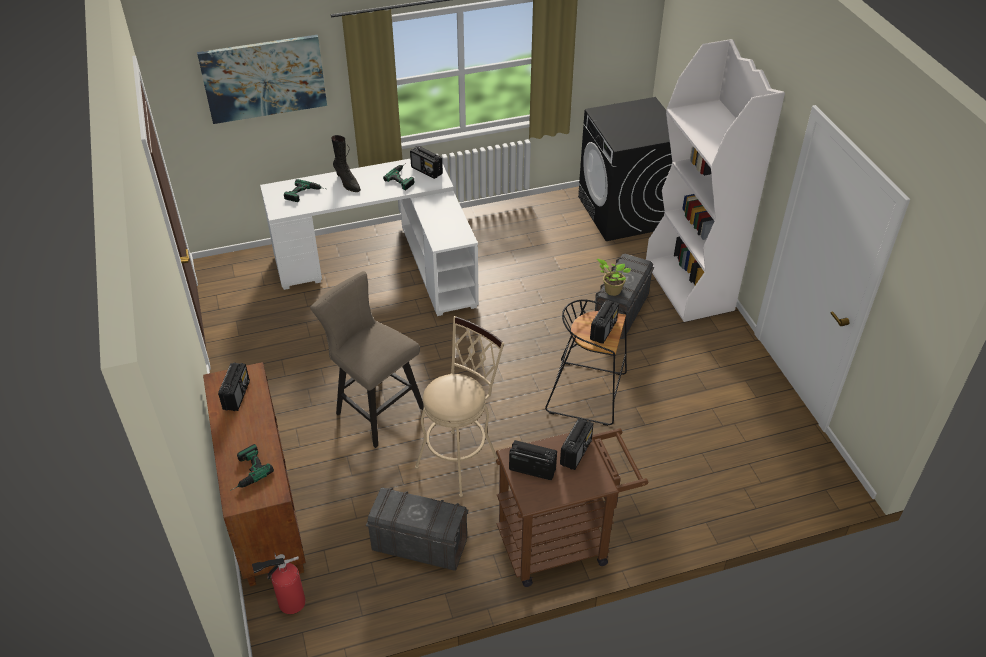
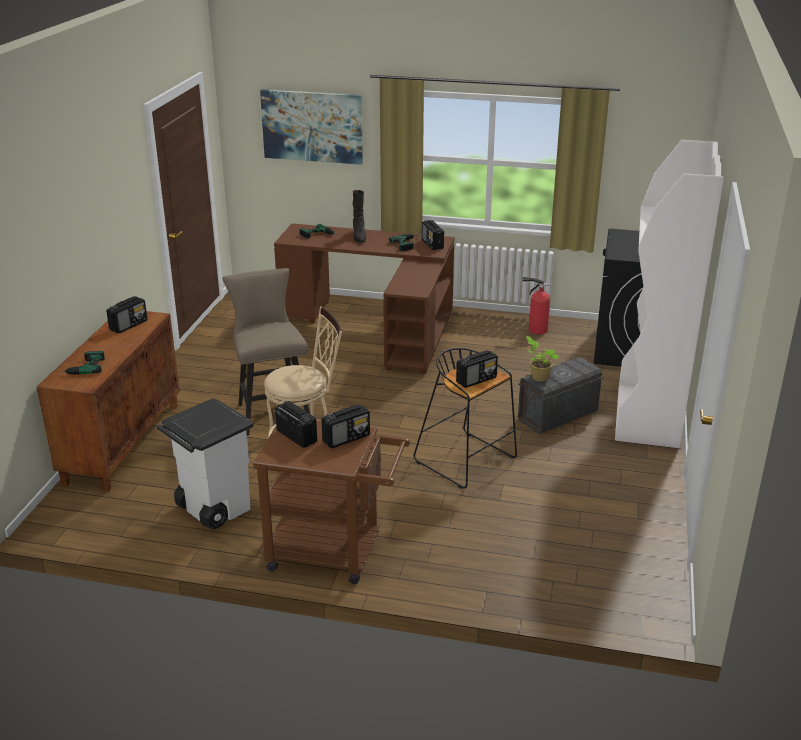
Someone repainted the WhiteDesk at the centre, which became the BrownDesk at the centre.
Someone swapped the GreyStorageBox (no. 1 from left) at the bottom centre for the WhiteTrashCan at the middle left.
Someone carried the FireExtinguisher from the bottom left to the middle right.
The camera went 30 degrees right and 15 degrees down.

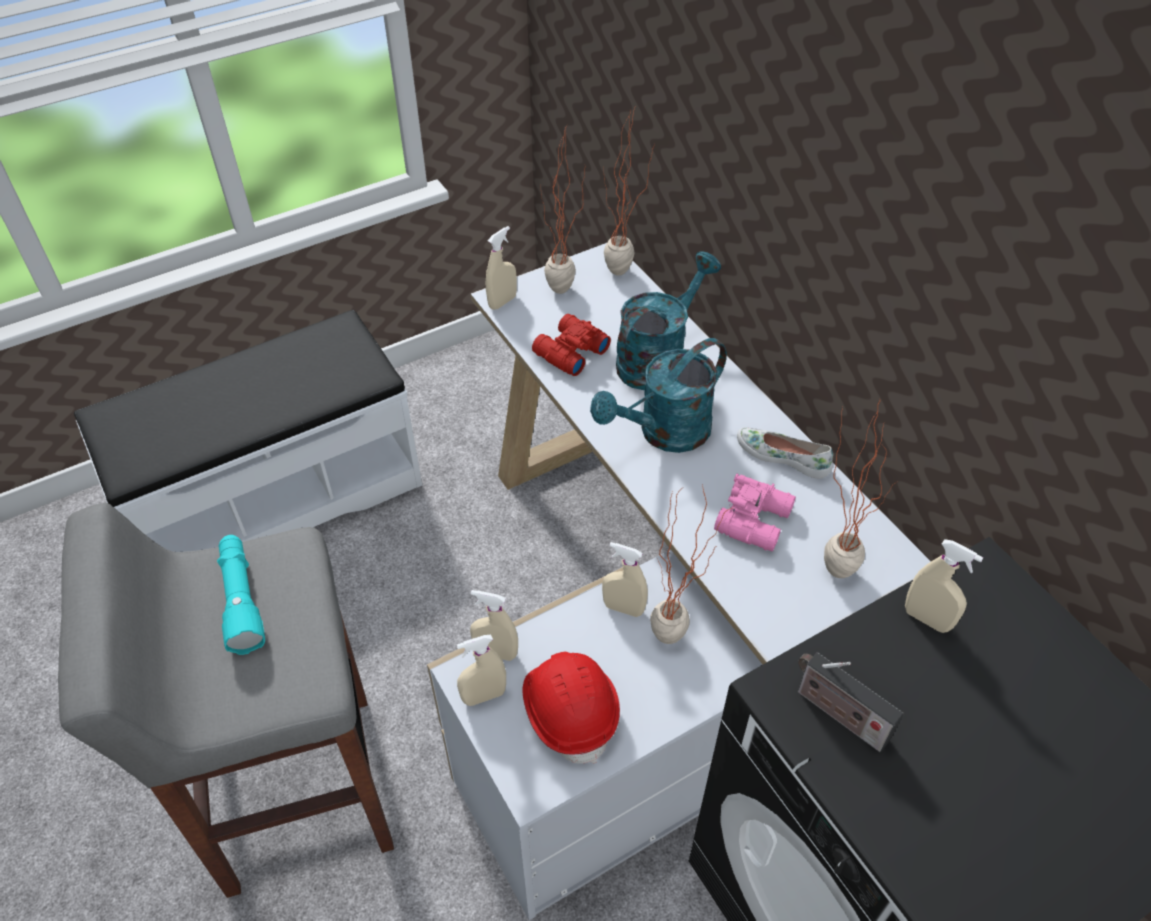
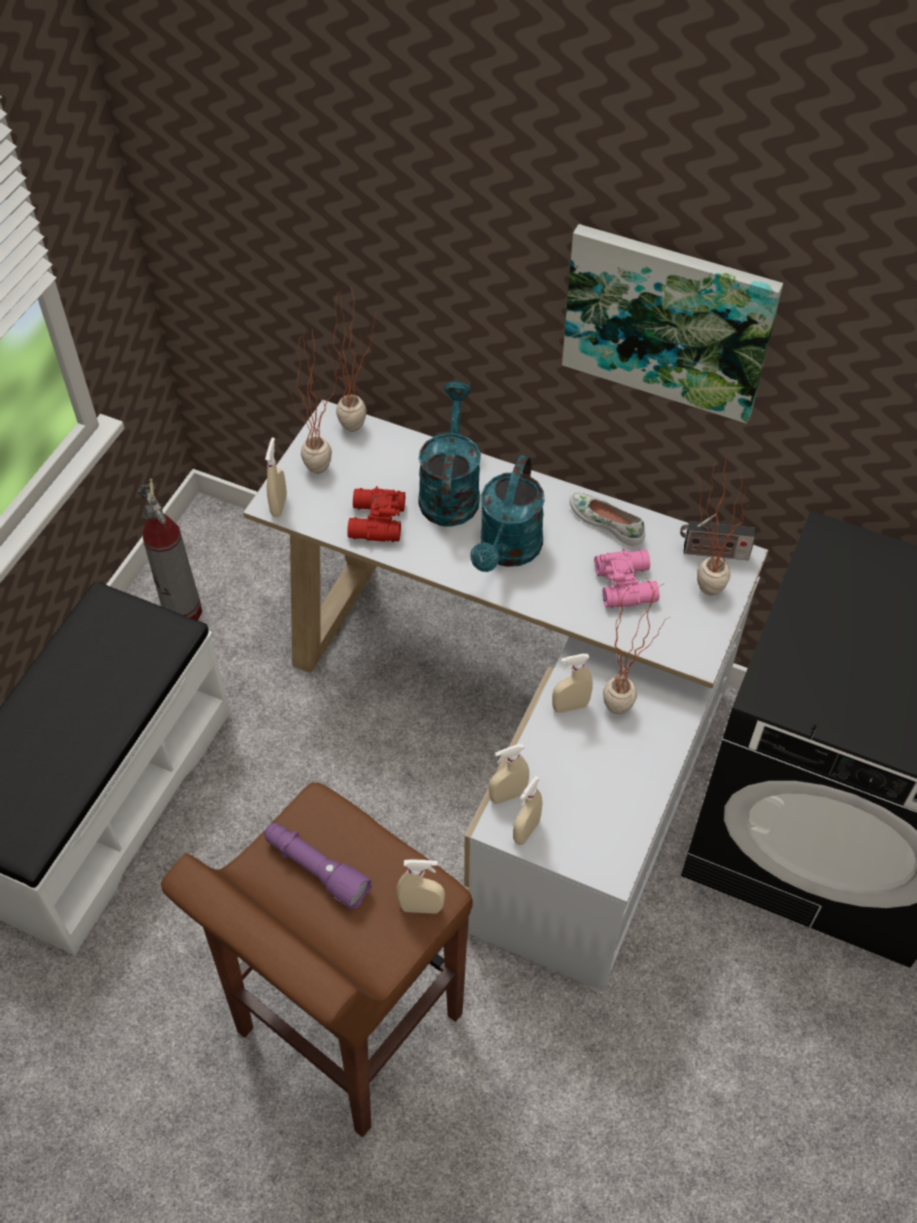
Someone rotated the WhiteShoe at the middle right by 45 degrees clockwise.
Someone repainted the GreyStool at the bottom left, which became the BrownStool at the bottom centre.
Someone repainted the TurquoiseFlashlight at the middle left, which became the PurpleFlashlight at the bottom centre.
Someone carried the BeigeSprayBottle (no. 5 from left in the first image) from the middle right to the bottom centre.
Someone took away the RedHardHat at the bottom centre.
Someone carried the Radio from the bottom right to the middle right.
Someone put up the Picture at the top right.
Someone put down the FireExtinguisher at the middle left.
The camera went 35 degrees left and 5 degrees up.

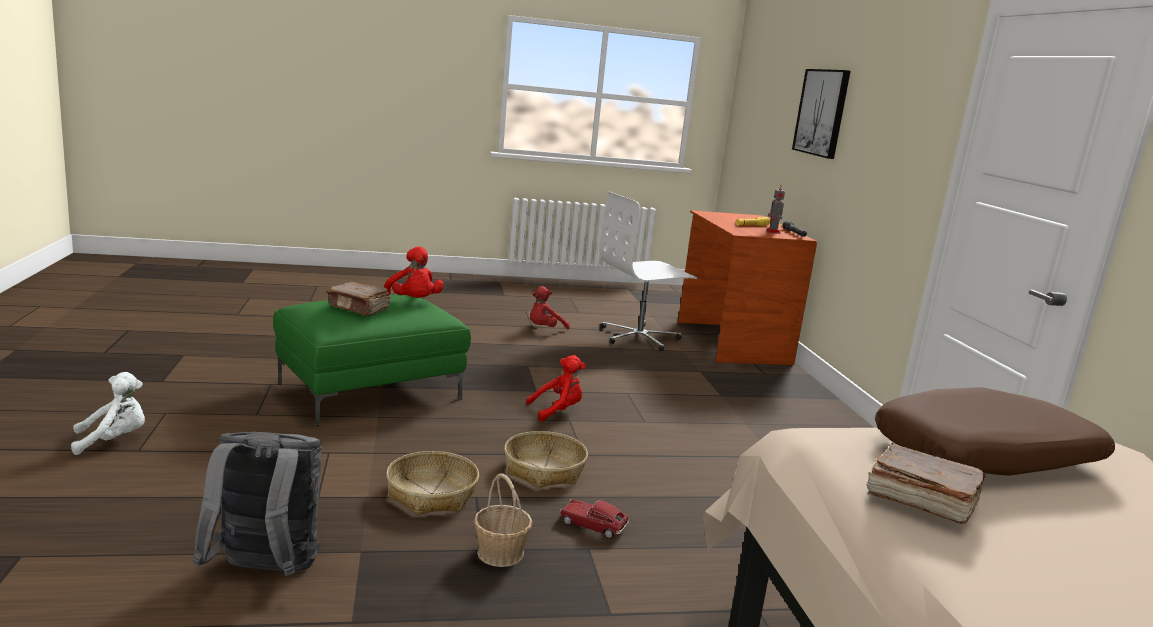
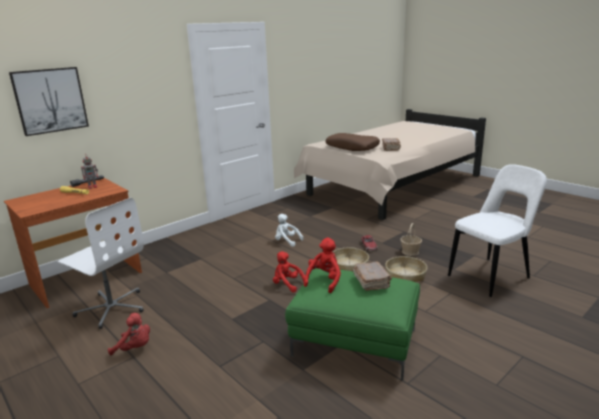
Someone carried the WhitePlushToy from the middle left to the centre.
Someone swapped the GreyBackpack at the bottom left for the WhiteChair at the middle right.
The camera went 120 degrees left and 5 degrees up.

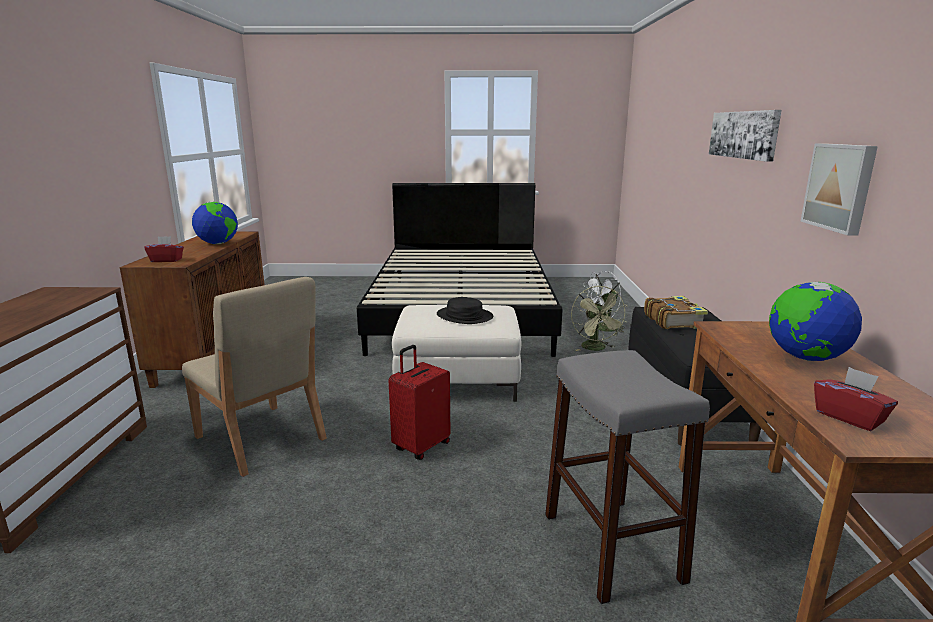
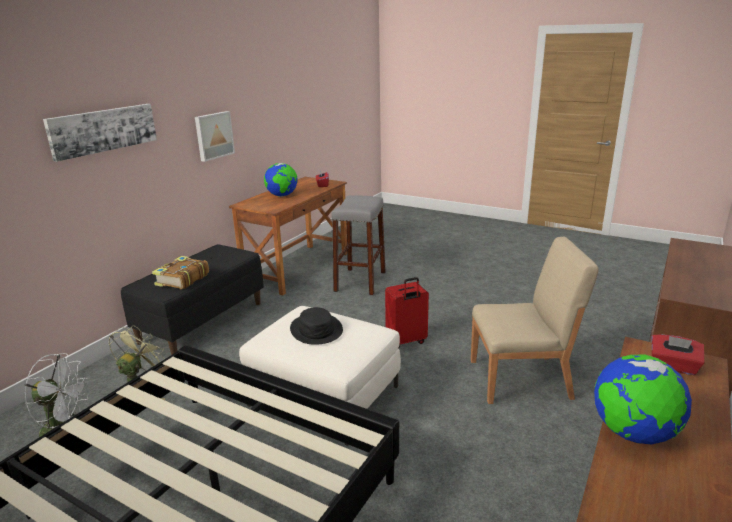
Someone rotated the BeigeChair at the middle left by 105 degrees clockwise.
The camera went 150 degrees left and 5 degrees up.

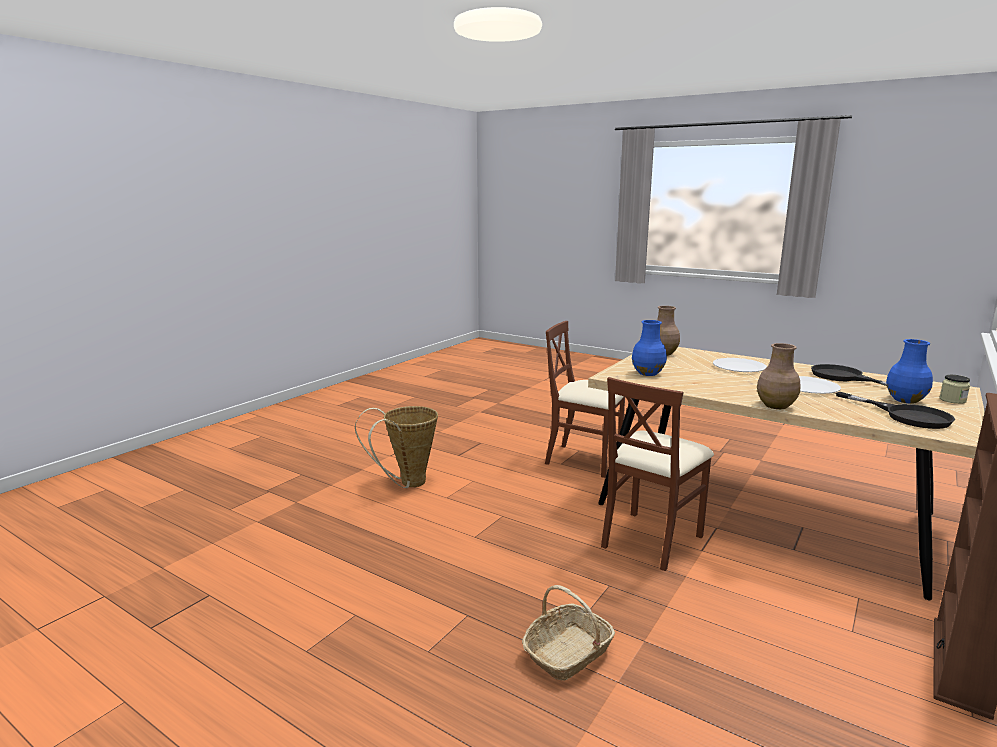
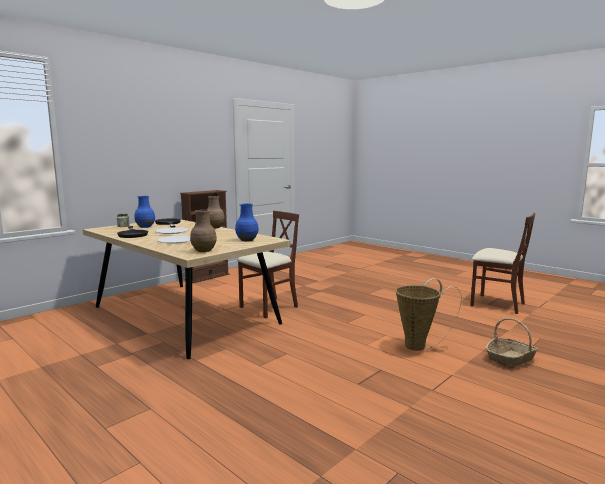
Someone carried the BrownChair (no. 1 from left in the first image) from the centre to the middle right.
Someone carried the Basket (no. 2 from left) from the bottom centre to the bottom right.
The camera went 170 degrees left and 5 degrees down.

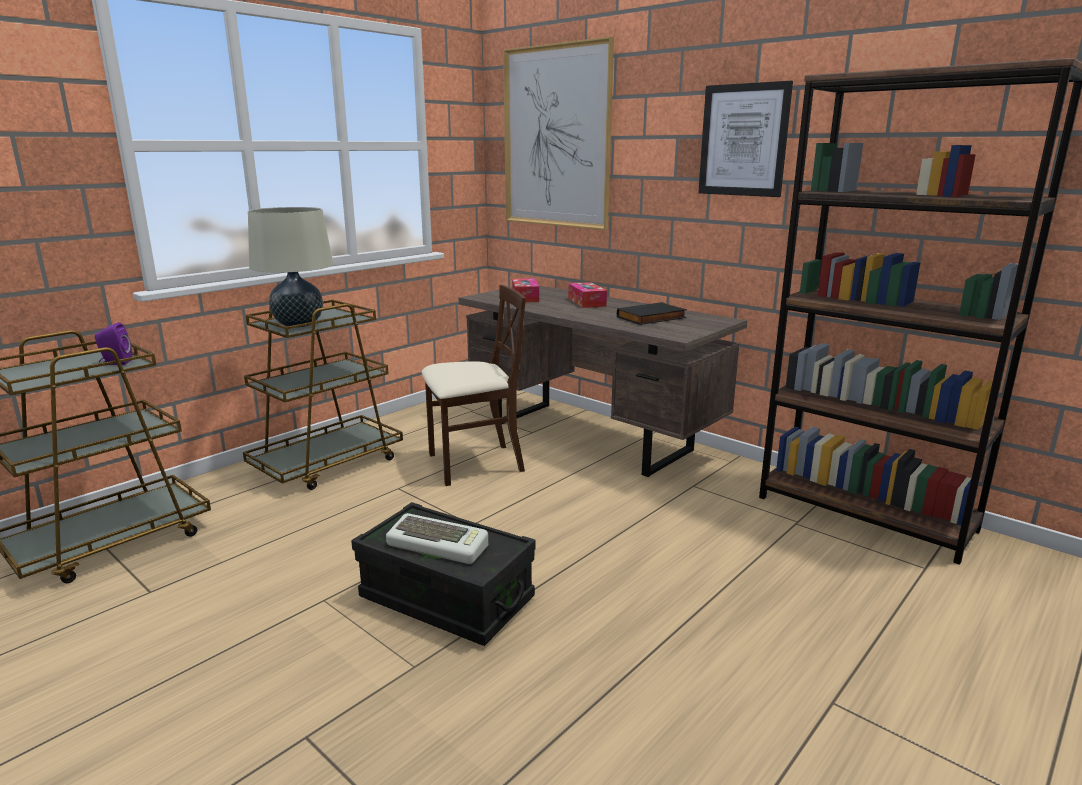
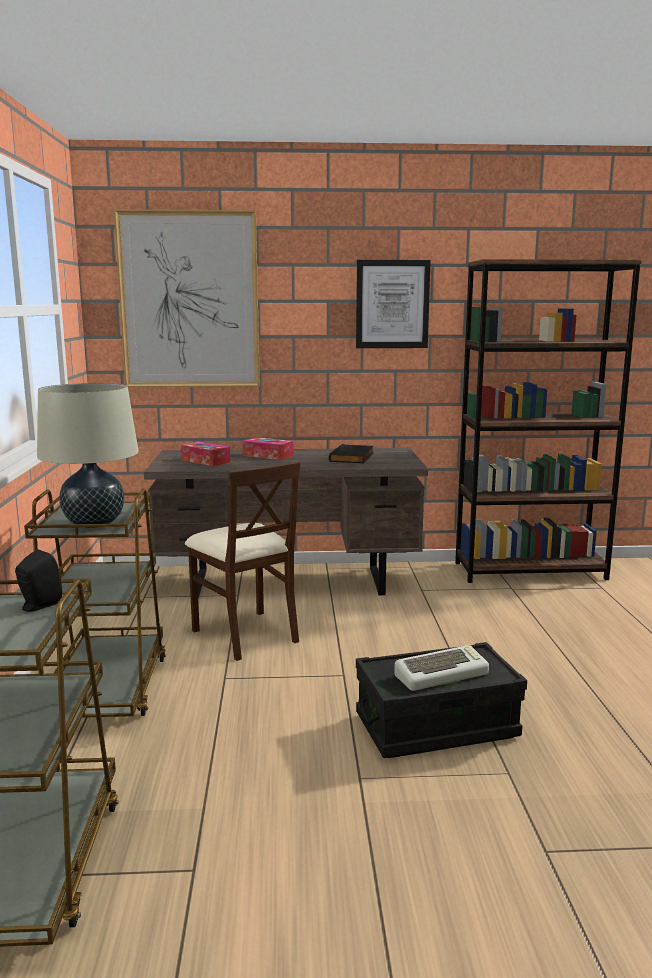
Someone rotated the BeigeChair at the centre by 120 degrees clockwise.
Someone repainted the PurpleSpeaker at the middle left, which became the BlackSpeaker at the middle left.
The camera went 45 degrees left and 5 degrees down.

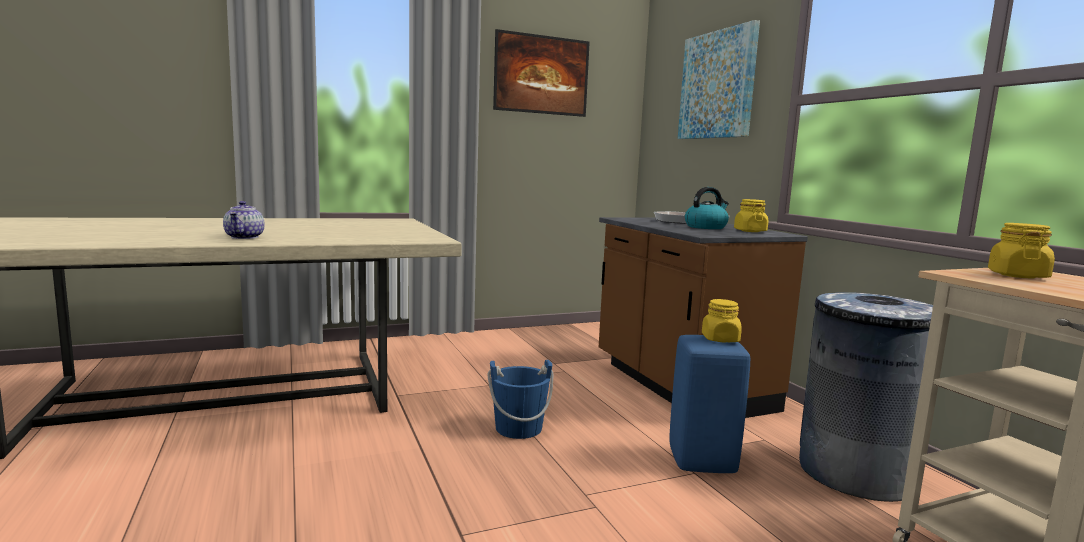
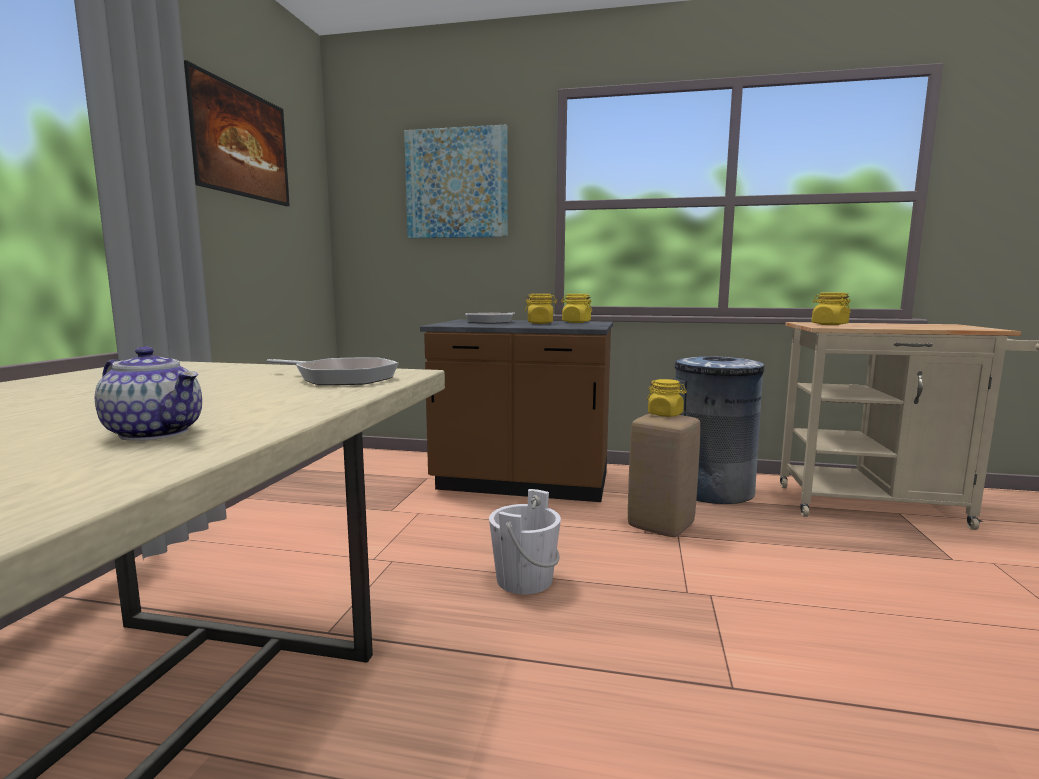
Someone swapped the Kettle at the centre for the YellowJar (no. 1 from left) at the centre.
Someone repainted the BlueStool at the bottom centre, which became the BeigeStool at the centre.
Someone repainted the BlueBucket at the bottom centre, which became the WhiteBucket at the bottom centre.
Someone put down the FryingPan (no. 1 from left) at the middle left.
The camera went 55 degrees left and 0 degrees up.

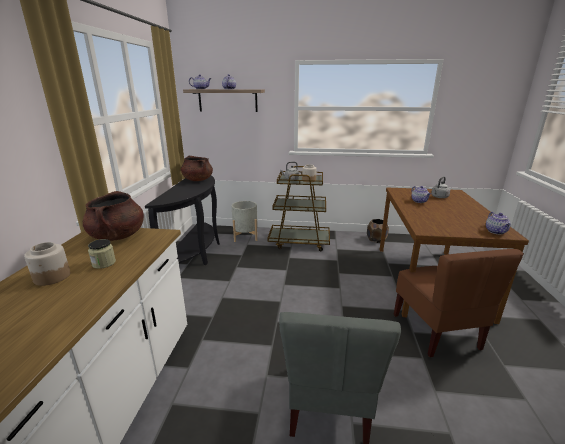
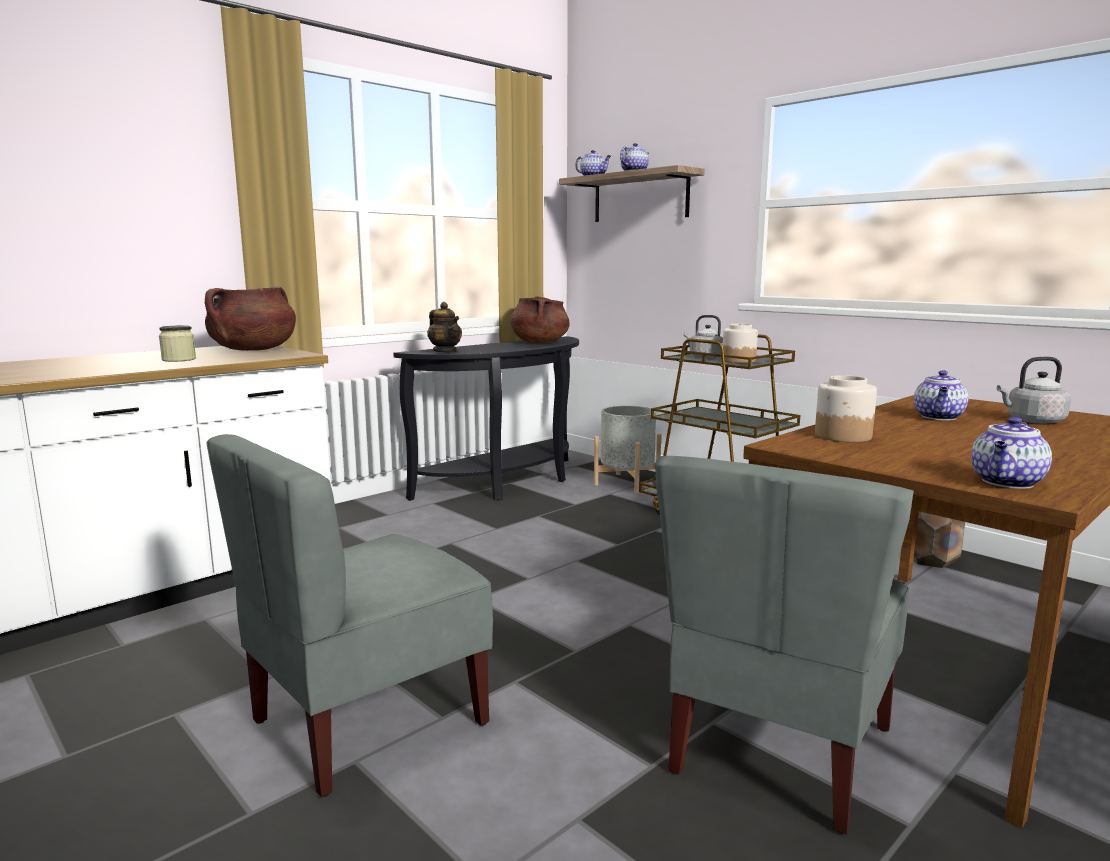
Someone carried the Jar (no. 1 from left in the first image) from the middle left to the middle right.
Someone repainted the BrownChair at the bottom right, which became the GreyChair (no. 2 from left) at the bottom right.
Someone put down the Teapot (no. 1 from left) at the centre.
The camera went 40 degrees right and 10 degrees down.

